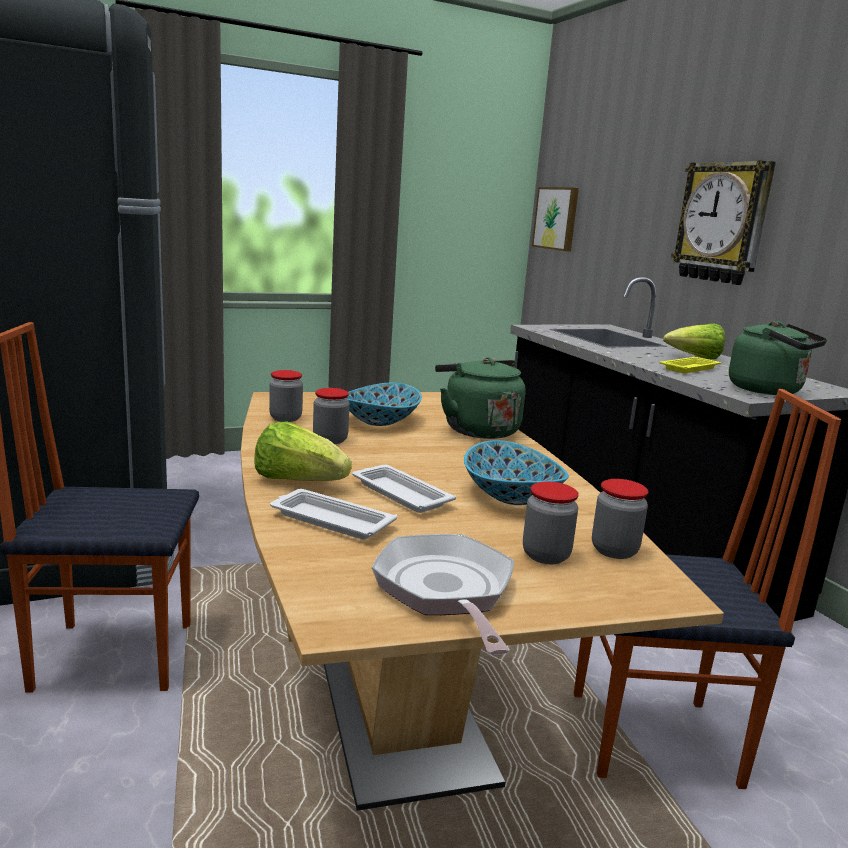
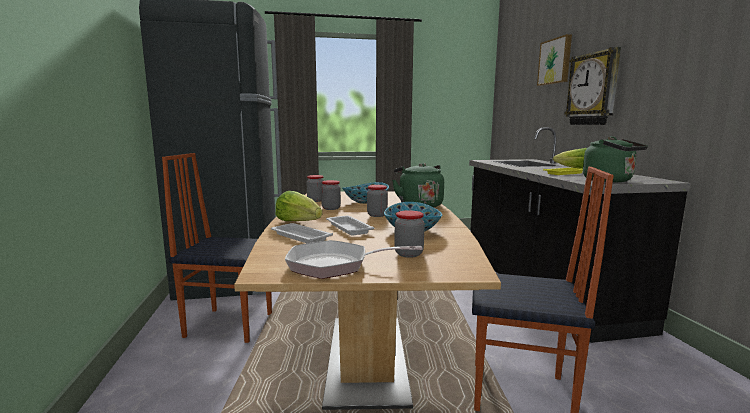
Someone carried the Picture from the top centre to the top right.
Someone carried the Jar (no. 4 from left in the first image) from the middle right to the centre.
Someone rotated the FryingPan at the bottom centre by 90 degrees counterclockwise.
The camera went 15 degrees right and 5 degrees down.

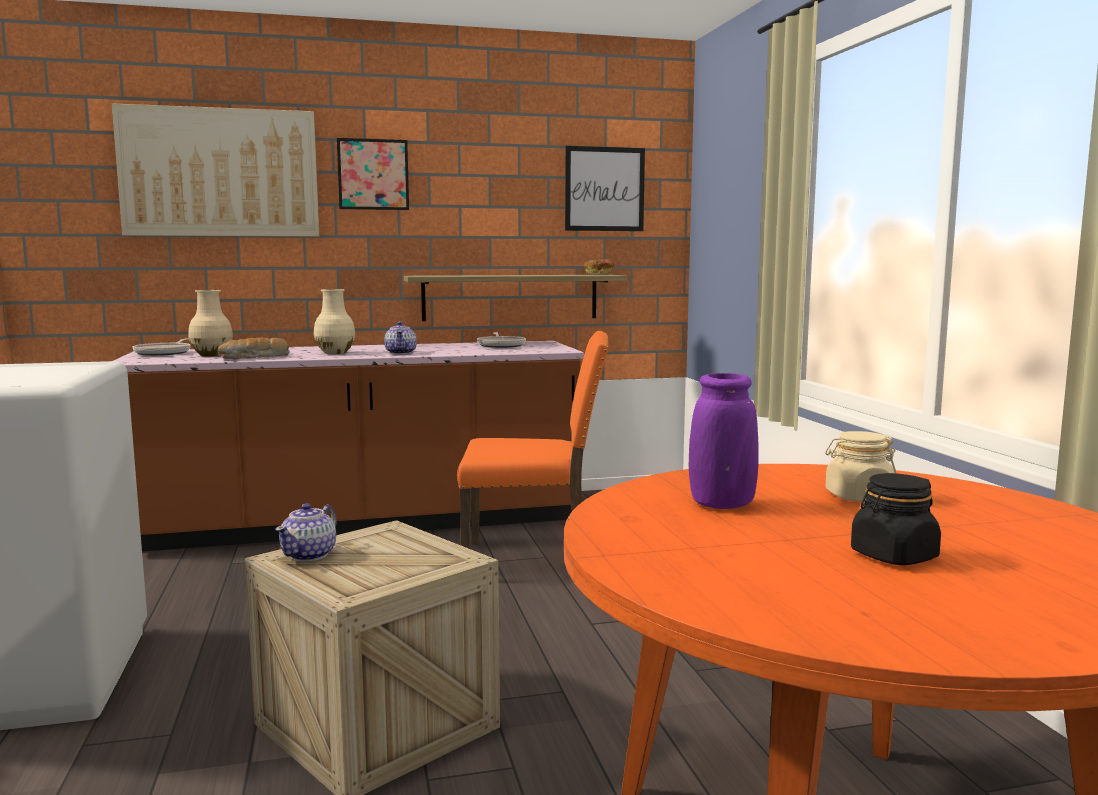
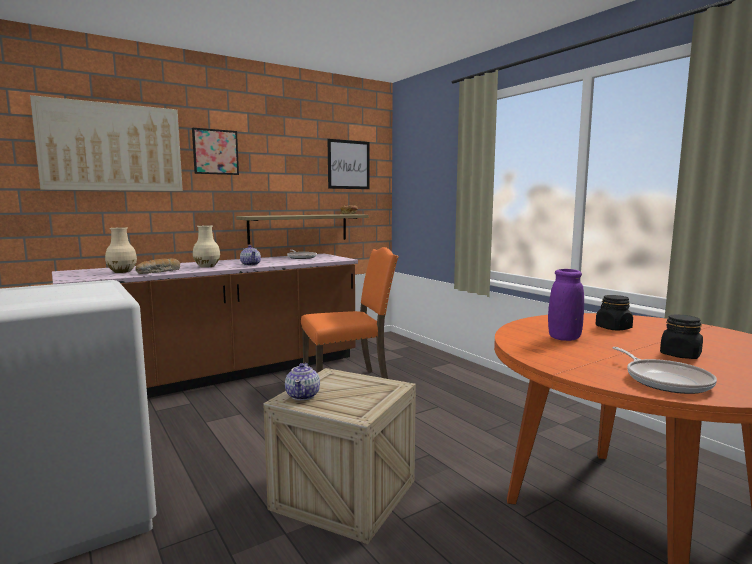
Someone carried the FryingPan (no. 1 from left in the first image) from the middle left to the middle right.
Someone repainted the BeigeJar at the middle right, which became the BlackJar (no. 1 from left) at the middle right.
The camera went 20 degrees left and 0 degrees up.

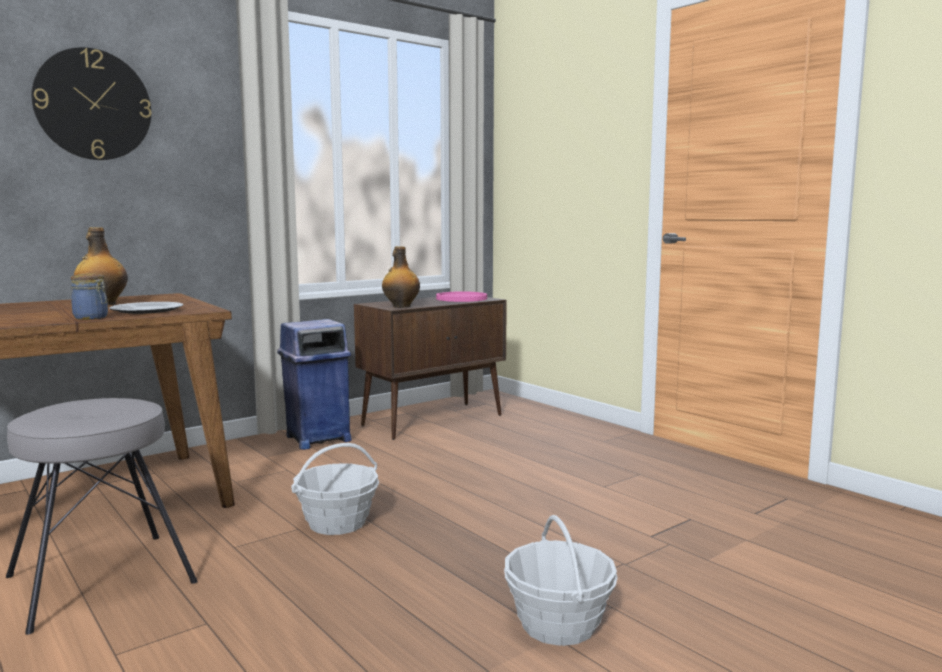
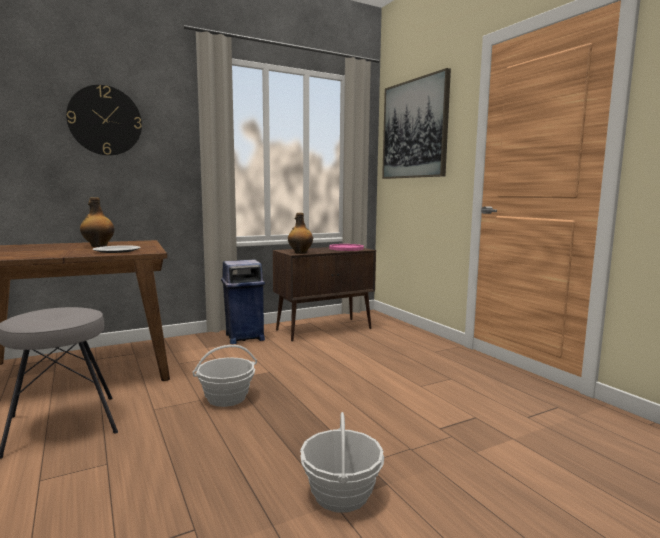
Someone took away the Jar at the middle left.
Someone put up the Picture at the top centre.
The camera went 10 degrees right and 0 degrees up.

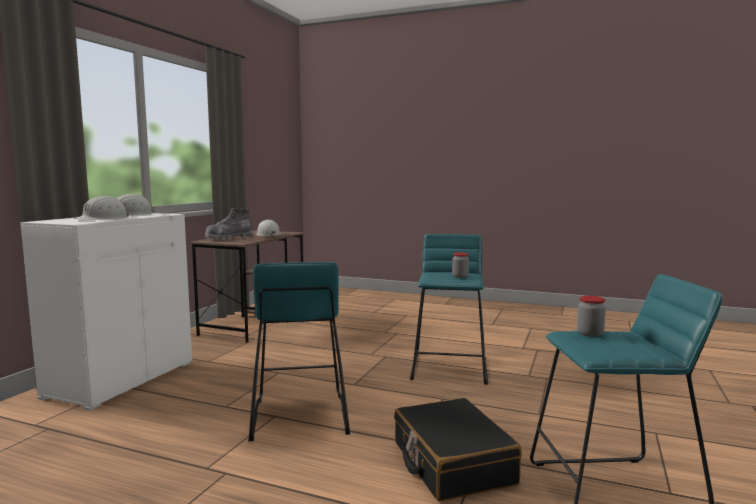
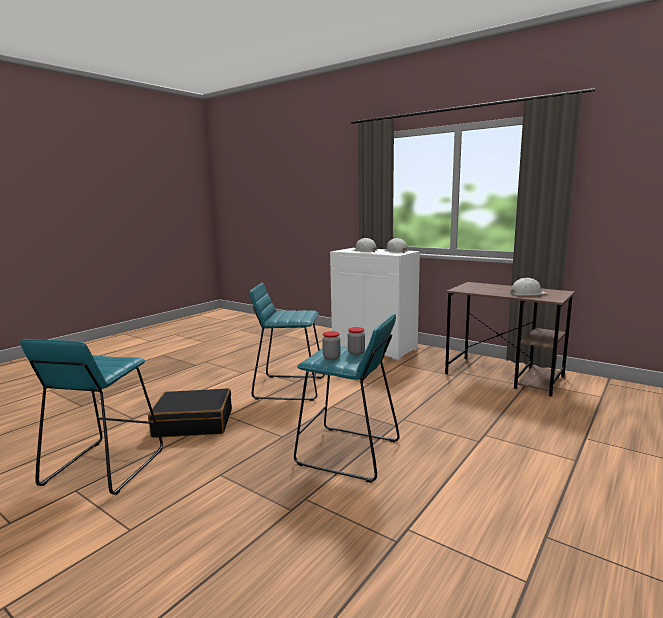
Someone took away the GreyBoot at the middle left.
Someone carried the Jar (no. 2 from left) from the middle right to the centre.
The camera went 105 degrees right and 5 degrees up.

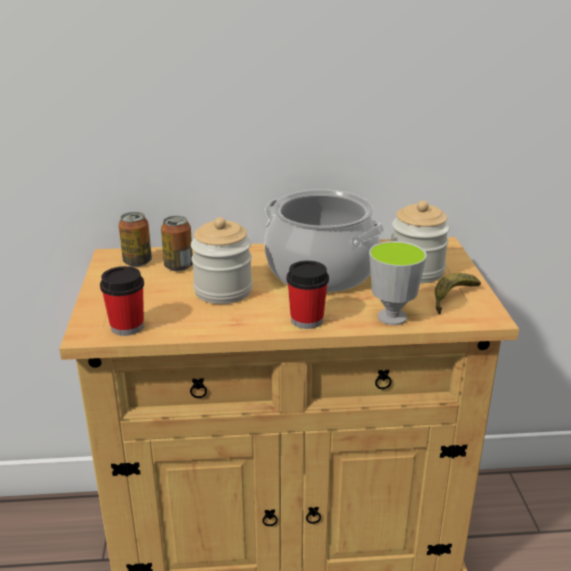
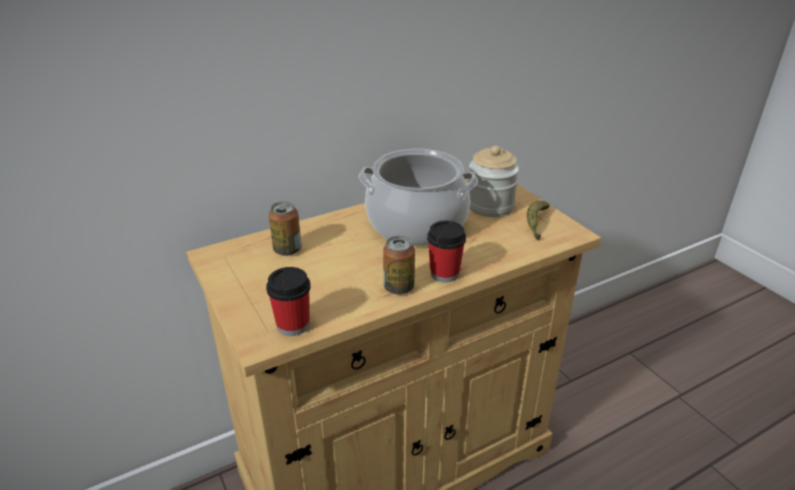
Someone carried the Can (no. 1 from left in the first image) from the middle left to the centre.
Someone took away the Jar (no. 1 from left) at the centre.
Someone took away the Cup (no. 3 from left) at the middle right.
The camera went 25 degrees left and 5 degrees up.

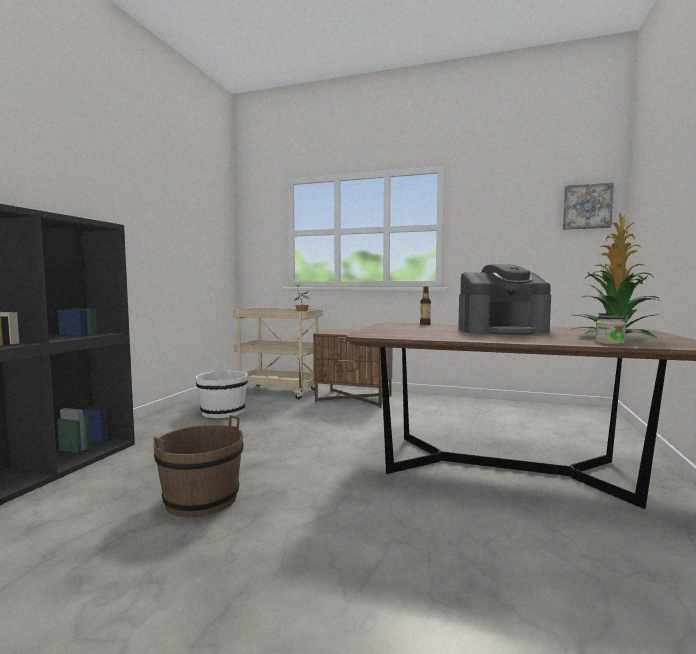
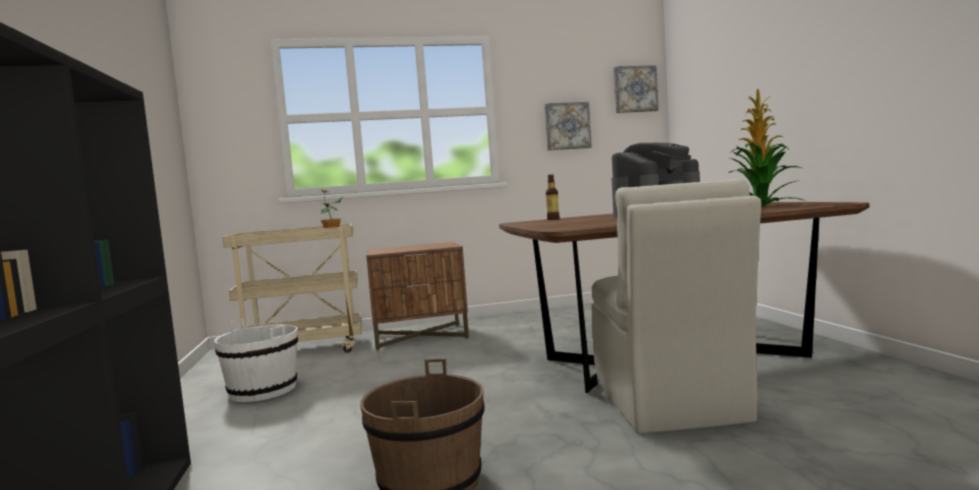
Someone took away the Jar at the middle right.
Someone put up the Picture (no. 1 from left) at the top centre.
Someone put down the BeigeChair at the middle right.
The camera went 30 degrees left and 0 degrees up.

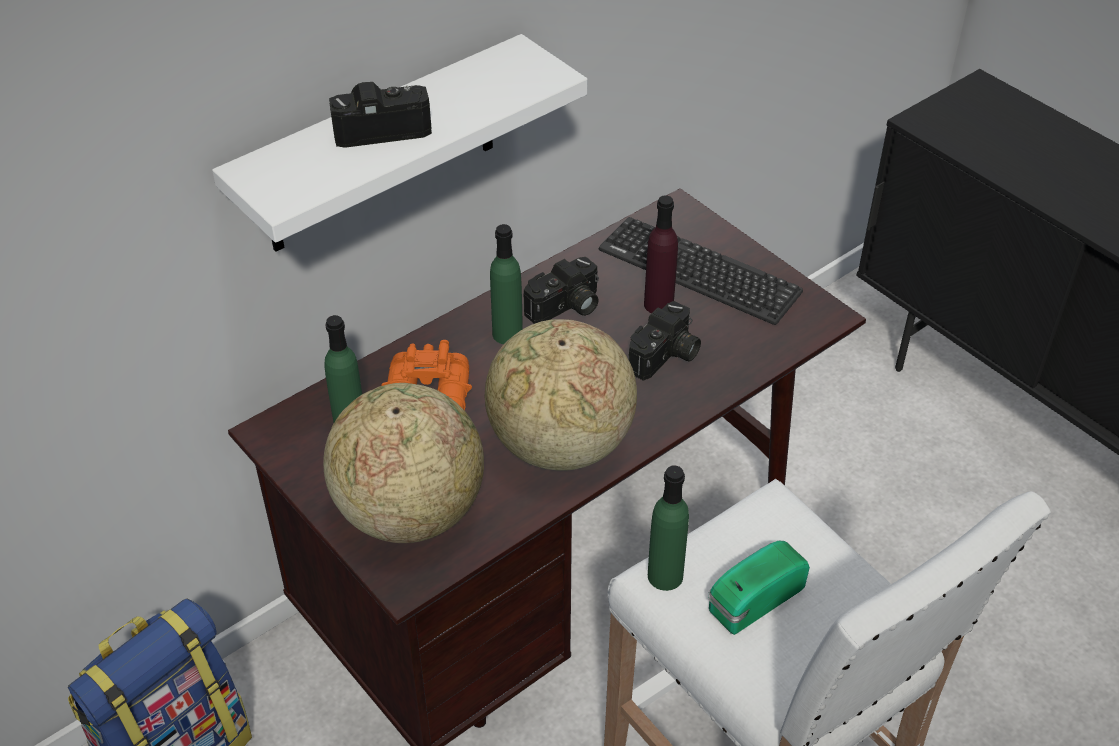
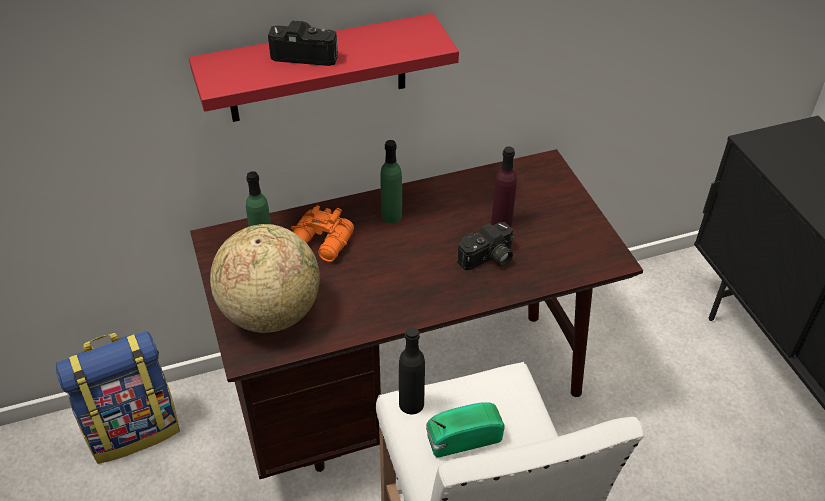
Someone repainted the WhiteShelf at the top centre, which became the RedShelf at the top centre.
Someone took away the Keyboard at the centre.
Someone took away the PhotoCamera (no. 2 from left) at the centre.
Someone took away the Globe (no. 2 from left) at the centre.
Someone repainted the GreenBottle (no. 3 from left) at the bottom centre, which became the BlackBottle at the bottom centre.
The camera went 20 degrees right and 0 degrees up.

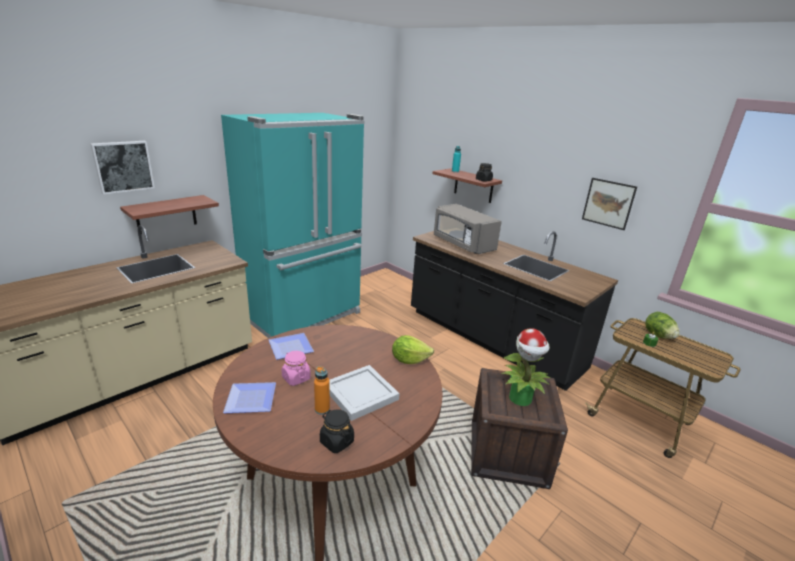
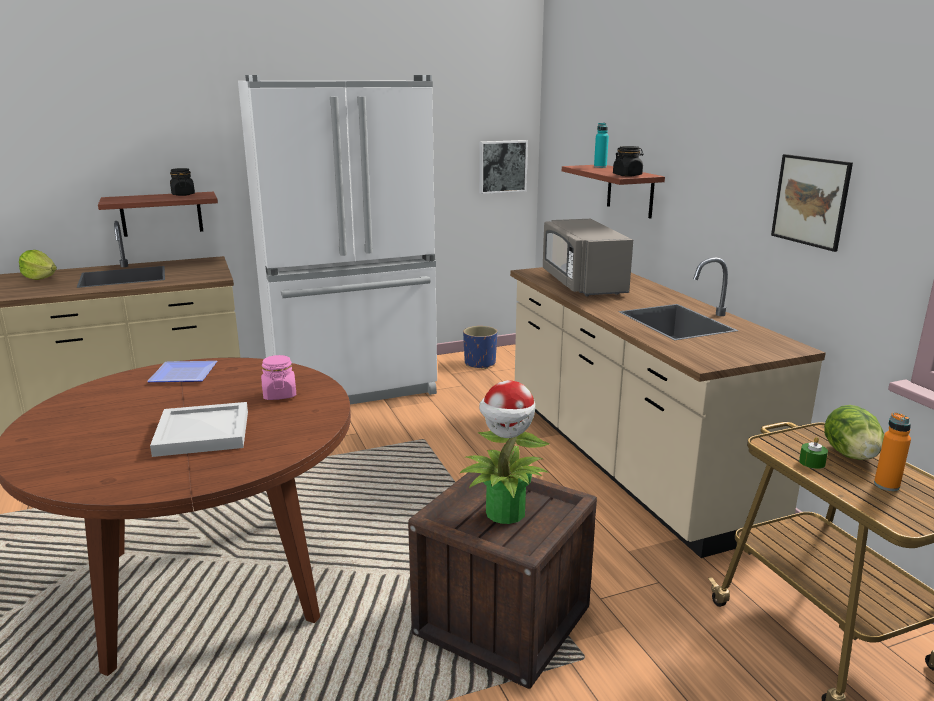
Someone repainted the TurquoiseFridge at the centre, which became the WhiteFridge at the centre.
Someone carried the Picture (no. 1 from left) from the top left to the top centre.
Someone repainted the BlackCounter at the centre, which became the BeigeCounter (no. 2 from left) at the middle right.
Someone carried the Lettuce (no. 1 from left) from the centre to the middle left.
Someone carried the PinkJar from the centre to the middle left.
Someone carried the OrangeBottle from the bottom centre to the middle right.
Someone took away the Plate (no. 1 from left) at the bottom left.
Someone carried the BlackJar (no. 1 from left) from the bottom centre to the top left.
Someone put down the BluePlanter at the centre.
The camera went 25 degrees right and 5 degrees down.

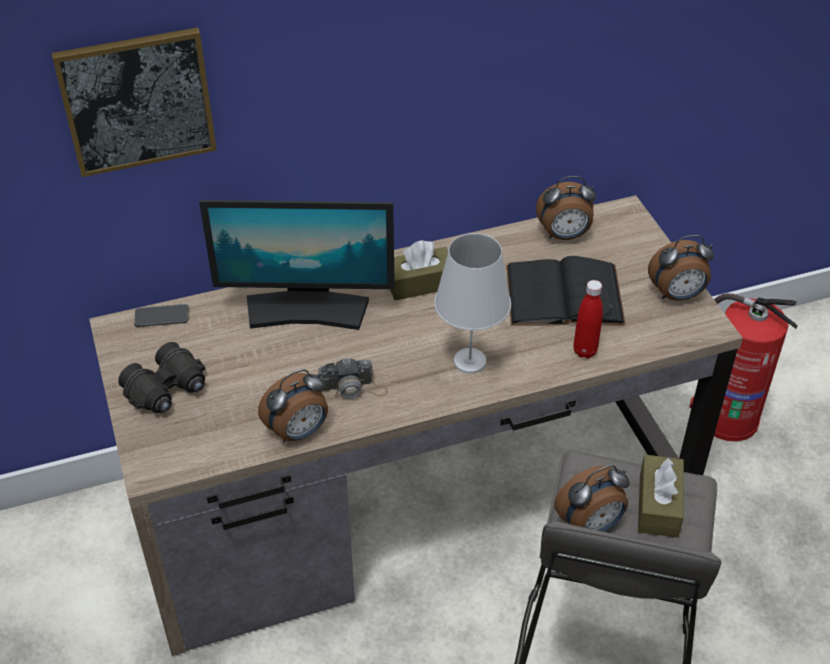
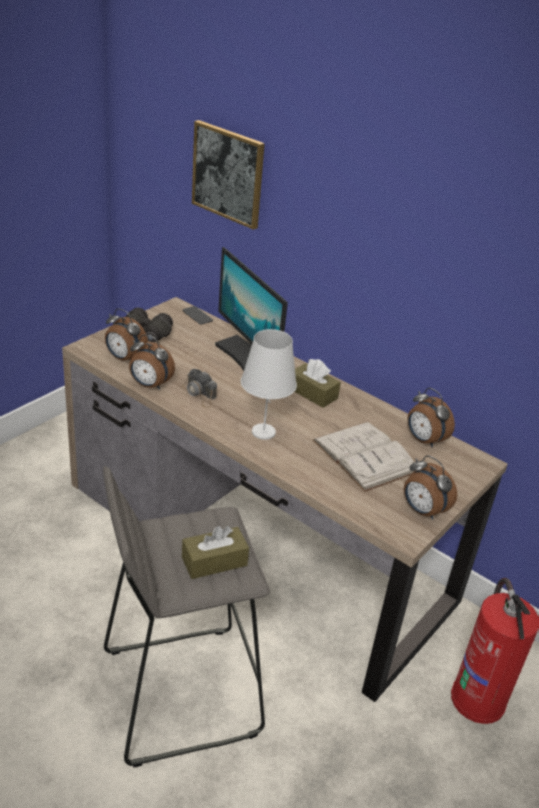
Someone repainted the BlackBook at the middle right, which became the WhiteBook at the middle right.
Someone took away the RedBottle at the middle right.
Someone carried the AlarmClock (no. 3 from left in the first image) from the bottom right to the middle left.
The camera went 55 degrees right and 10 degrees down.

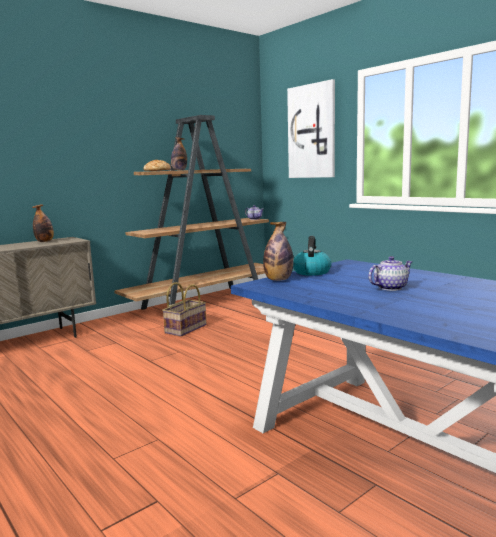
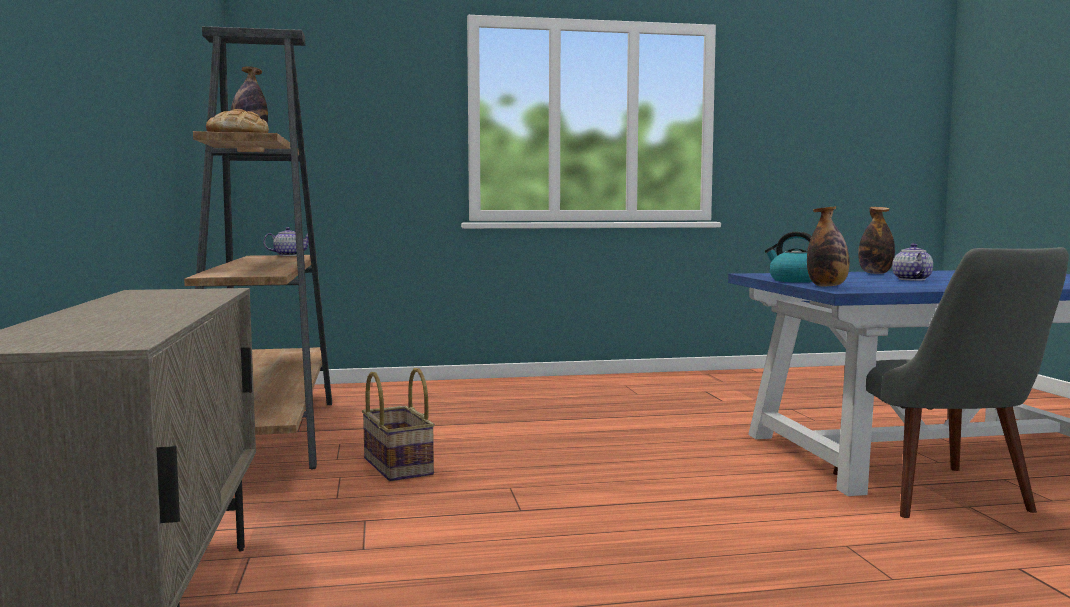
Someone took away the Picture at the top centre.
Someone carried the Bottle (no. 1 from left in the first image) from the middle left to the middle right.
Someone put down the GreyChair at the middle right.
The camera went 60 degrees left and 5 degrees down.

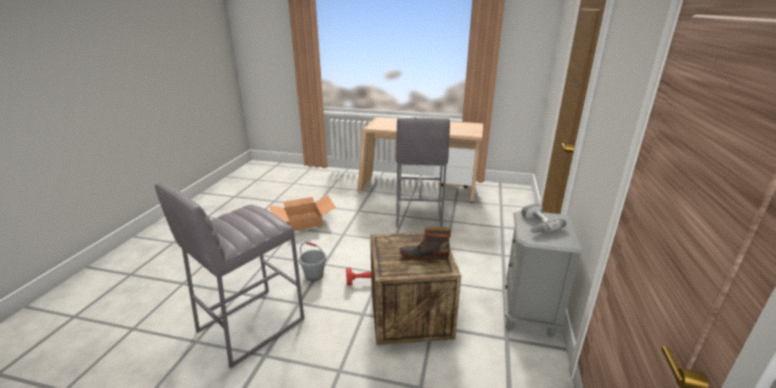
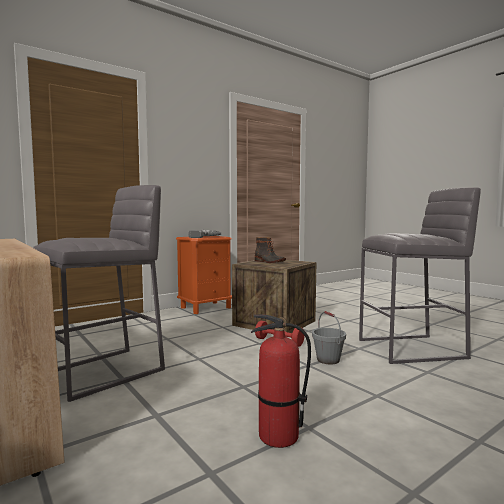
Someone swapped the CardboardBox at the centre for the FireExtinguisher at the bottom centre.
Someone repainted the GreyNightstand at the bottom right, which became the OrangeNightstand at the centre.
The camera went 140 degrees left and 20 degrees down.

